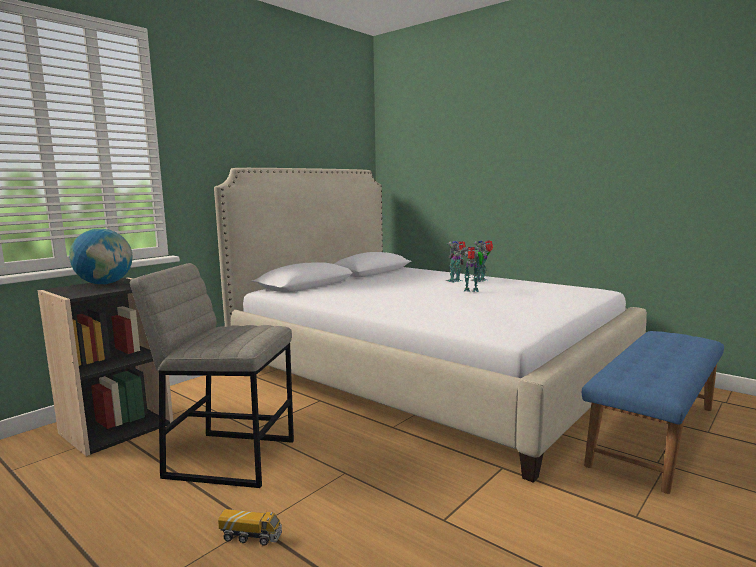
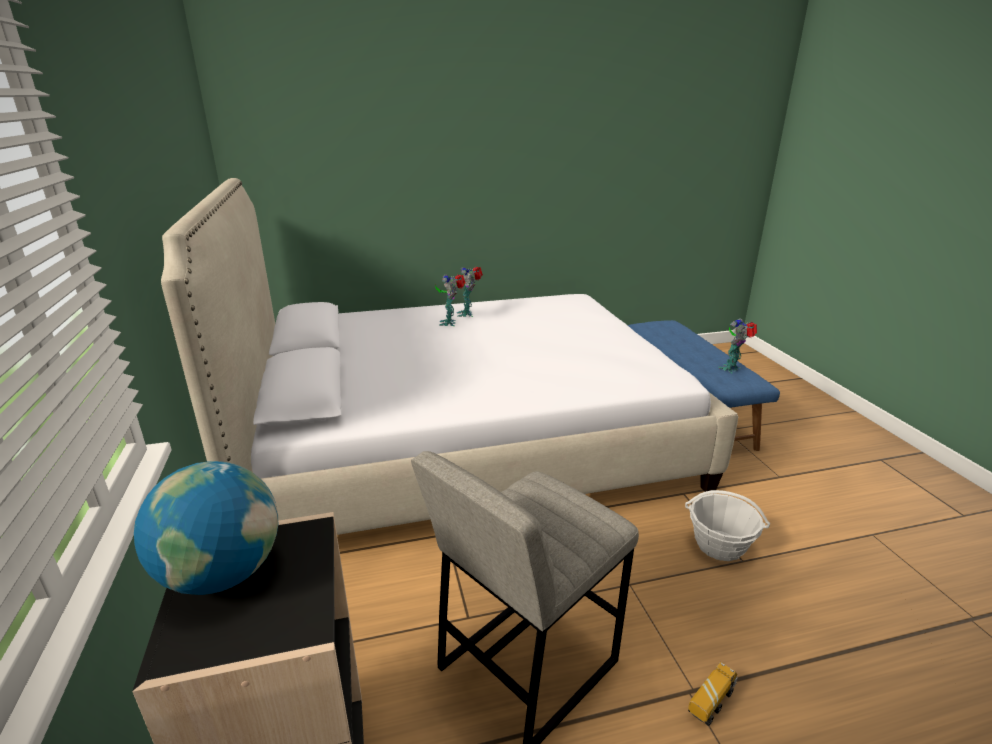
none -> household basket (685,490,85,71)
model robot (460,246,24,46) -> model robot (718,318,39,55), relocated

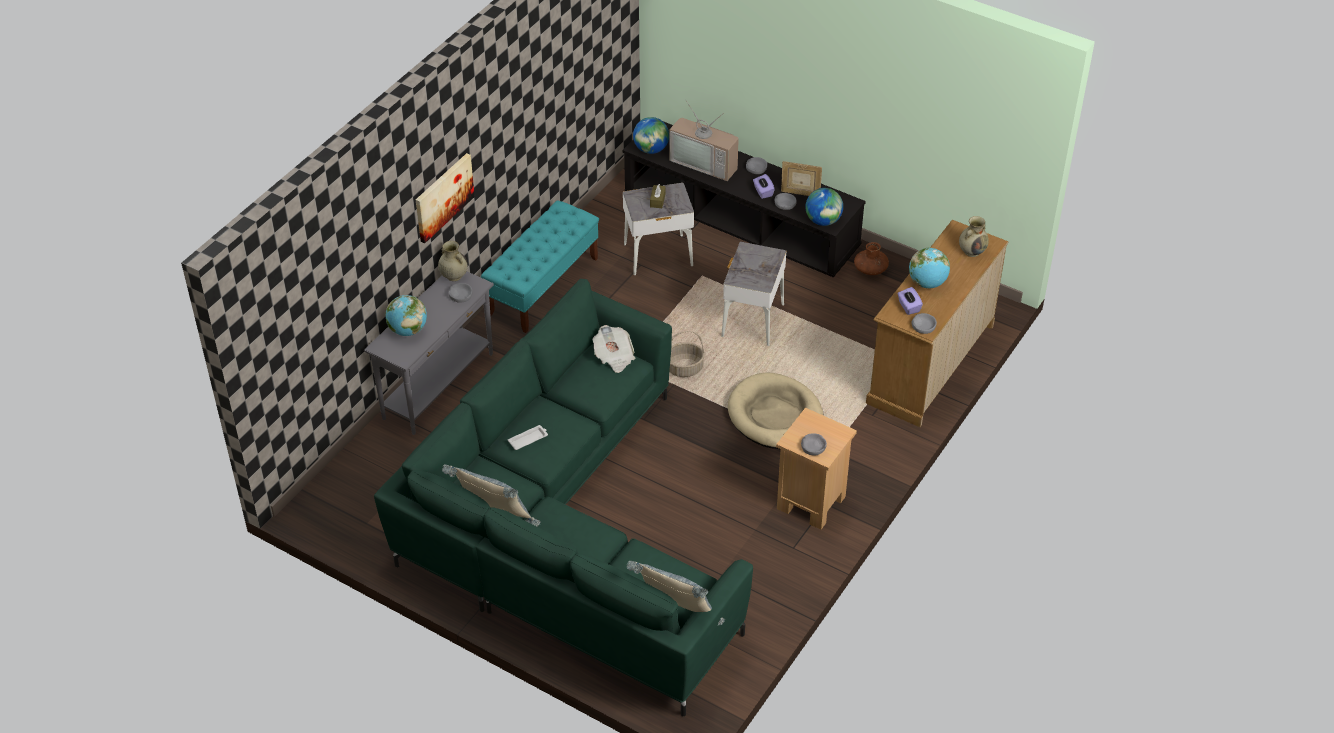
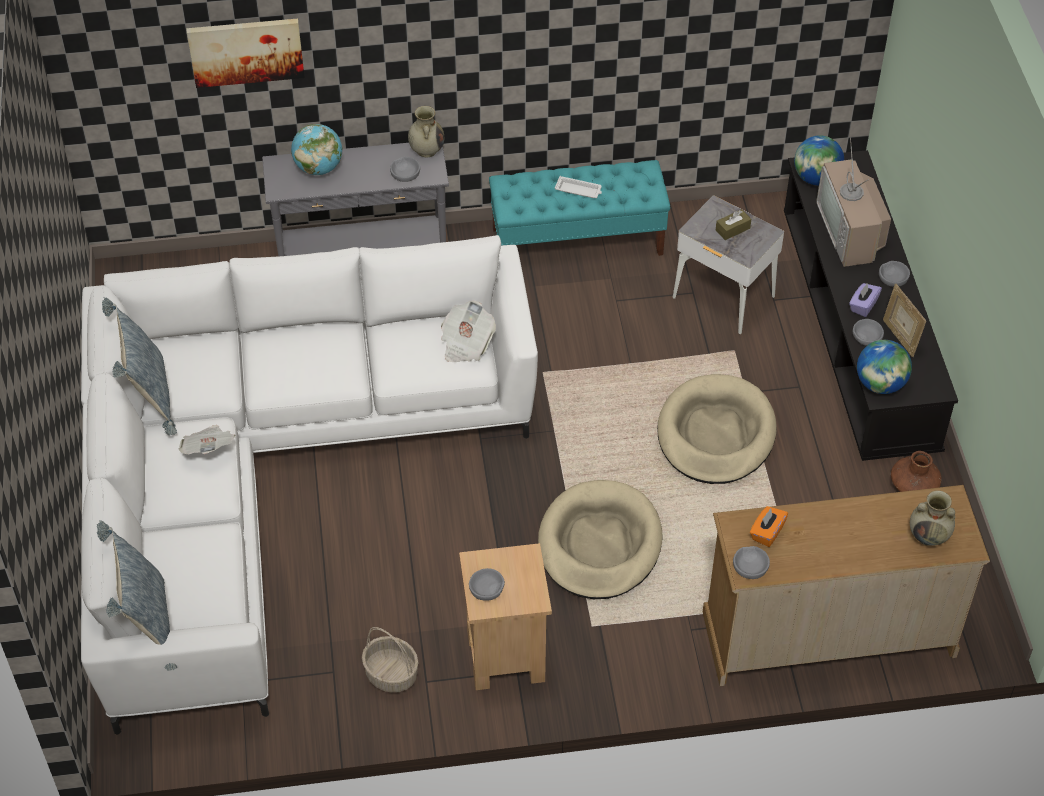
desk globe (909,248,41,40) -> none
none -> printed paper (178,425,58,29)
wall art (416,153,59,90) -> wall art (186,19,119,69), relocated
whitish carrying tray (508,425,40,25) -> whitish carrying tray (555,176,47,22), relocated
household basket (669,331,36,46) -> household basket (362,627,57,66), relocated
accent table (721,242,65,104) -> beige-coloured pet bed (657,374,120,110)
green-coloured settee (374,279,379,437) -> whitish settee (81,235,457,499)
purplish box of tissues (897,287,26,28) -> orange box of tissues (750,506,38,41)

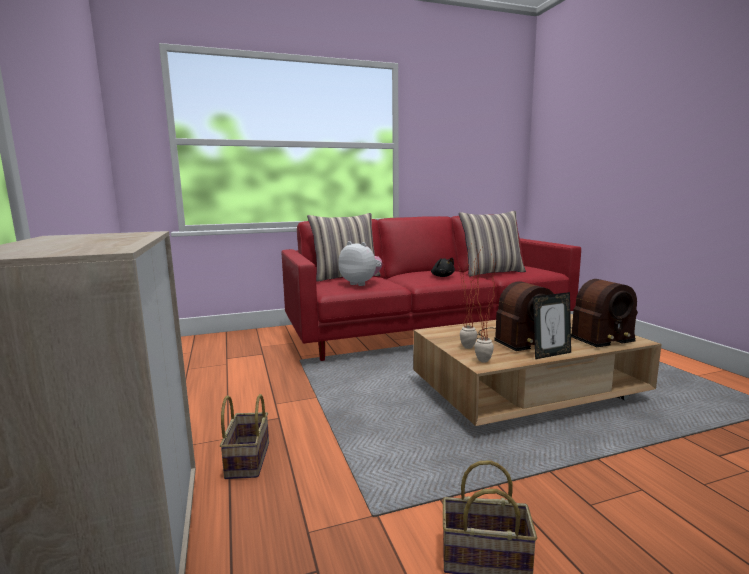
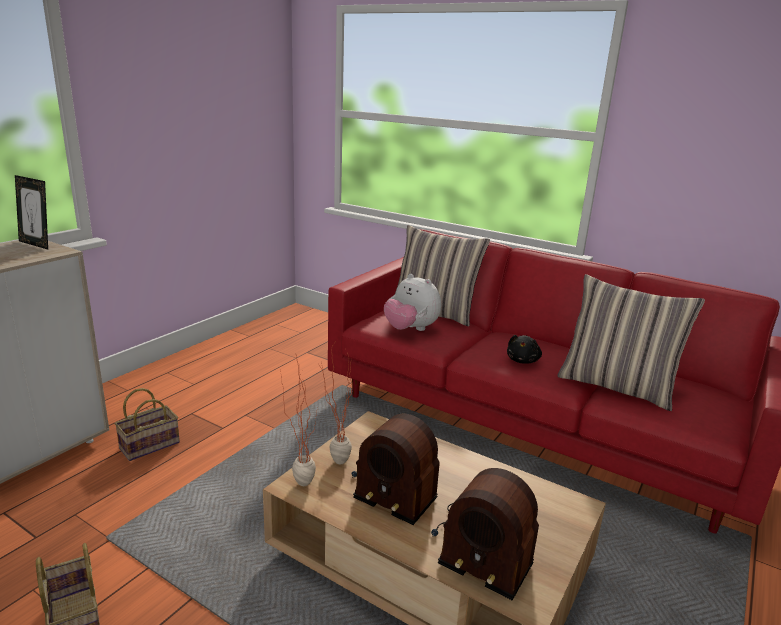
picture frame (533,292,38,67) -> picture frame (15,175,33,74), relocated
soft toy (338,241,44,45) -> soft toy (384,274,57,57), 135 degrees clockwise

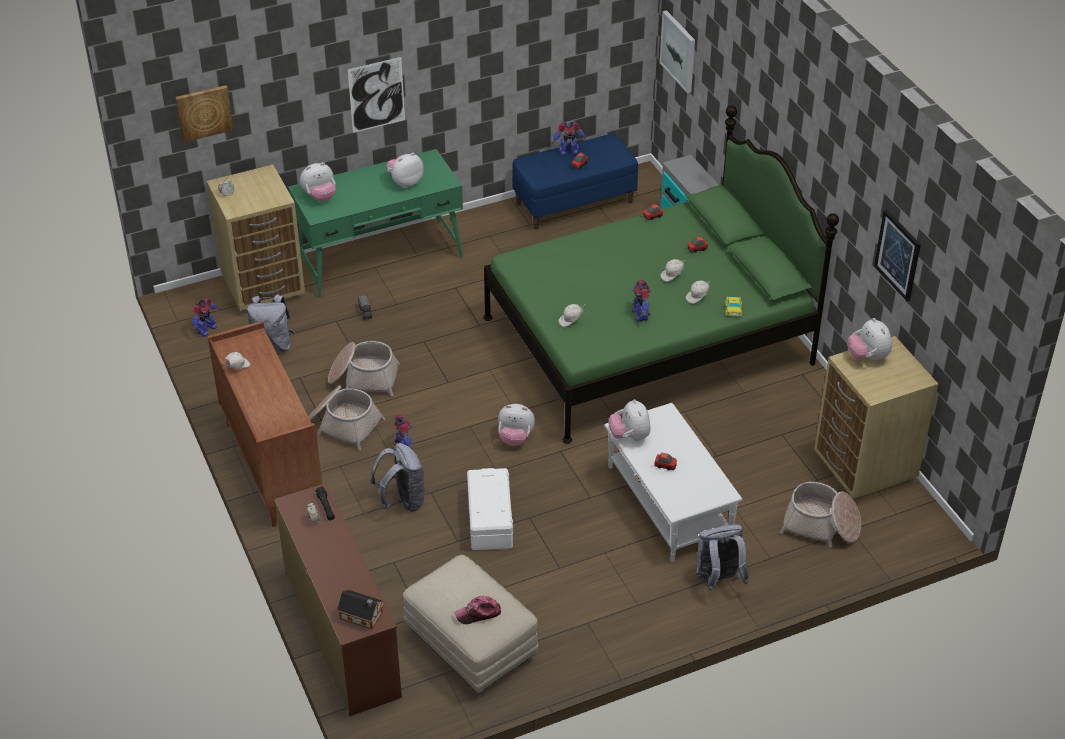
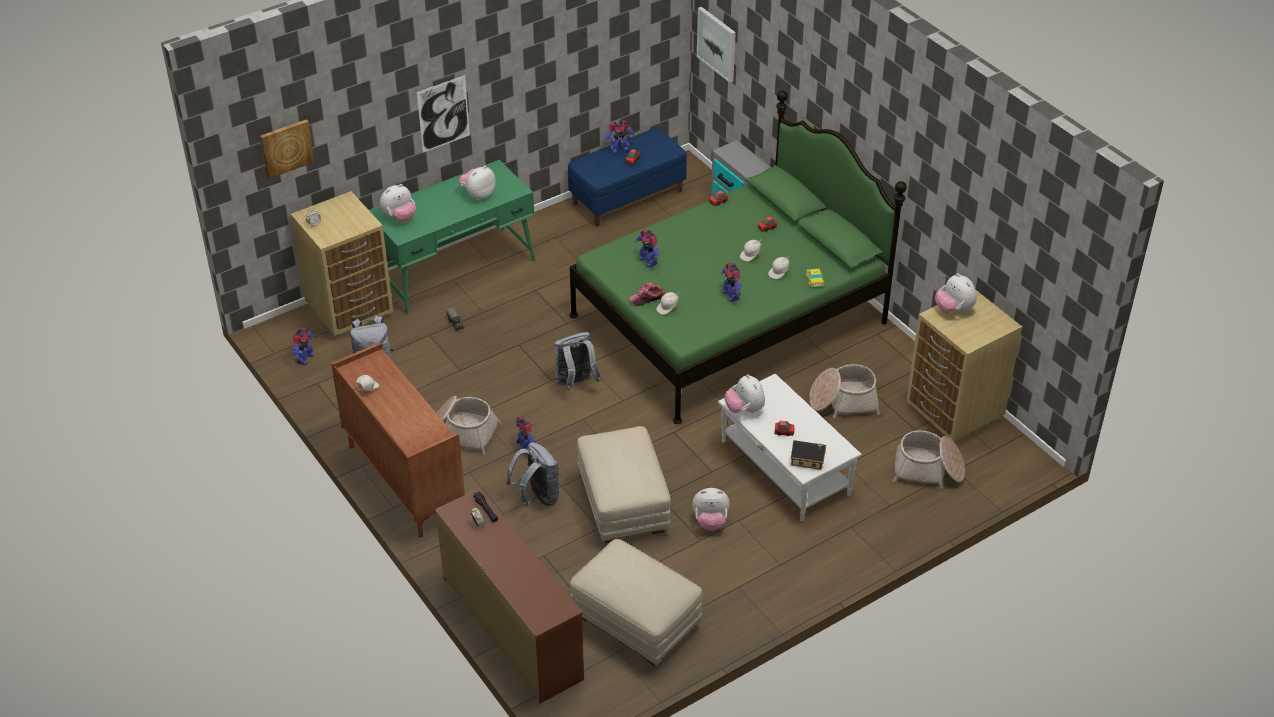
wall art (874,209,47,92) -> none
none -> model robot (635,229,24,39)
household basket (328,341,72,55) -> household basket (809,364,71,54), relocated
toy house (337,590,47,39) -> toy house (791,440,35,30), relocated
baseball cap (455,596,46,28) -> baseball cap (629,283,36,23), relocated
soft toy (498,404,37,42) -> soft toy (692,488,38,43), relocated
greyish backpack (696,525,53,66) -> greyish backpack (554,332,47,59), relocated
whitish storage bin (467,468,46,82) -> beige-coloured ottoman (577,426,94,117)

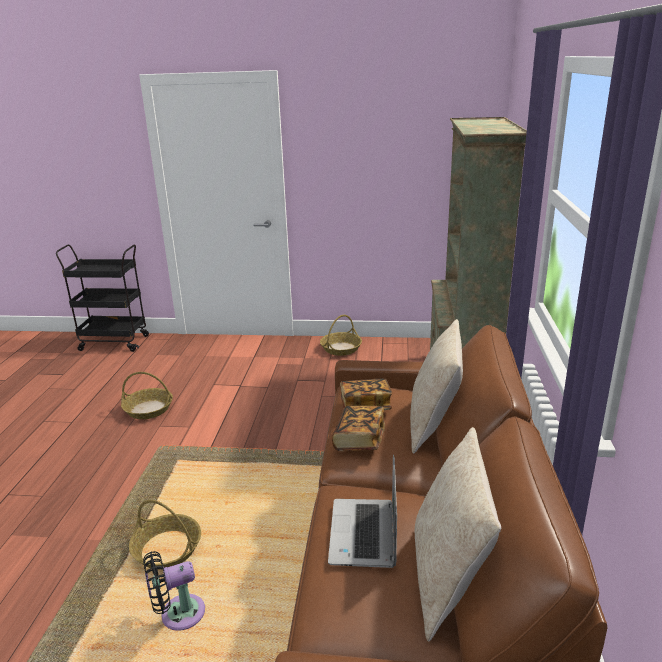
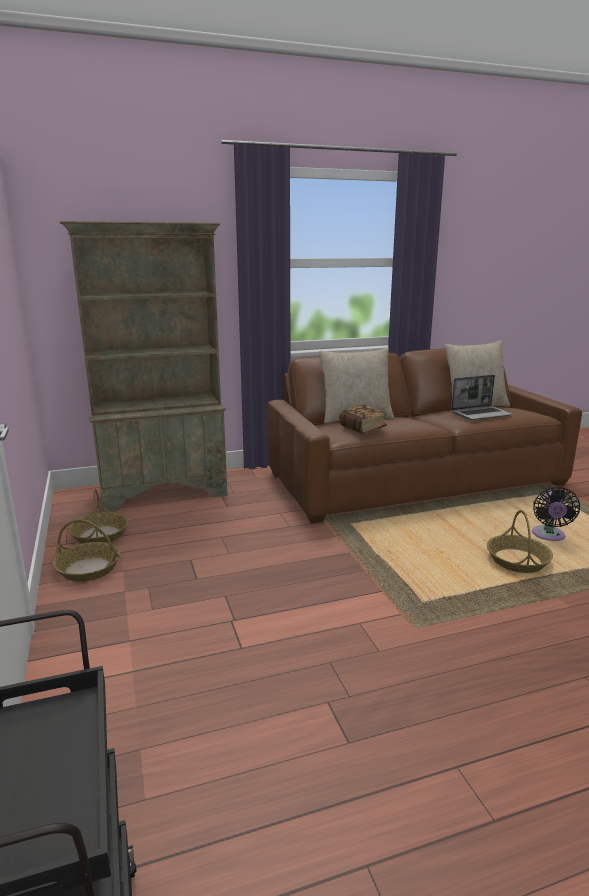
book (332,406,53,45) -> none
household basket (121,372,52,47) -> household basket (68,488,60,56), relocated
black-coloured fan (143,551,62,80) -> black-coloured fan (532,487,48,54), 60 degrees clockwise

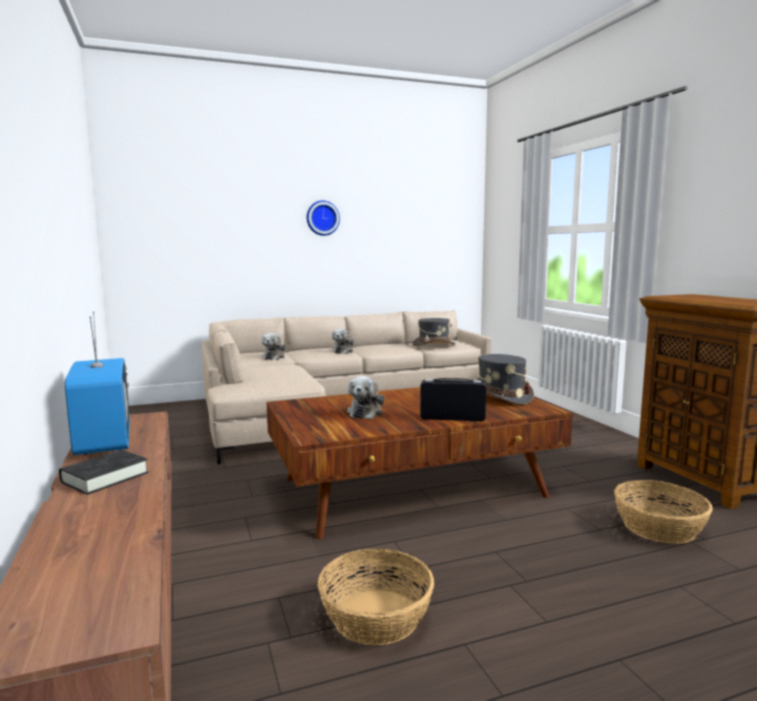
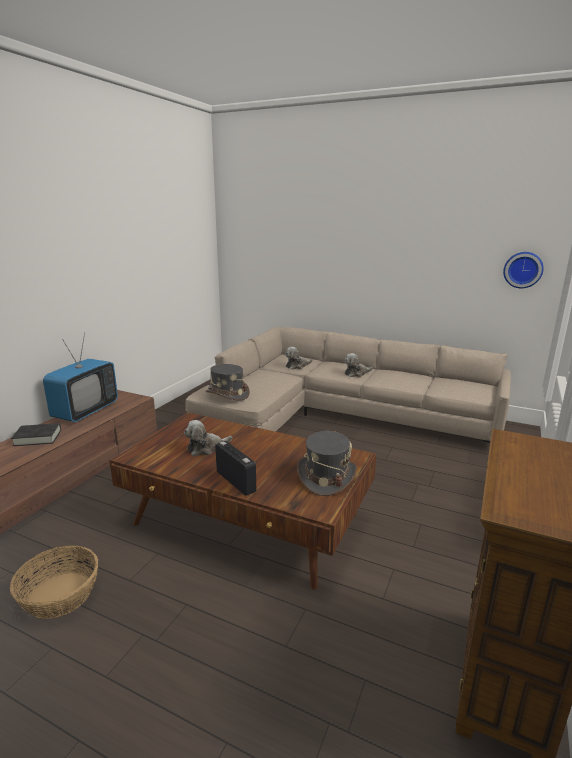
household basket (614,480,99,64) -> none
hanging clock (307,201,33,35) -> hanging clock (503,252,41,36), relocated
greyish clothing hat (412,318,43,28) -> greyish clothing hat (206,364,44,37), relocated

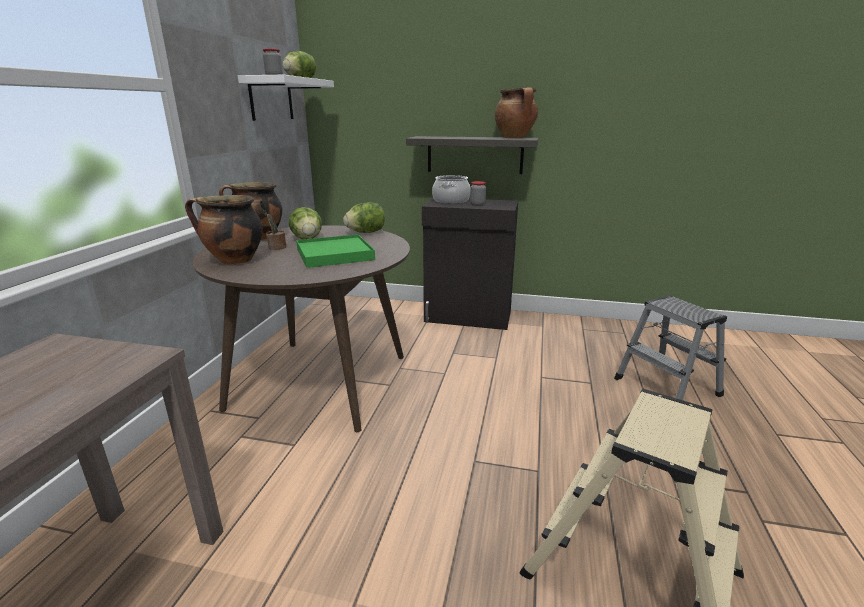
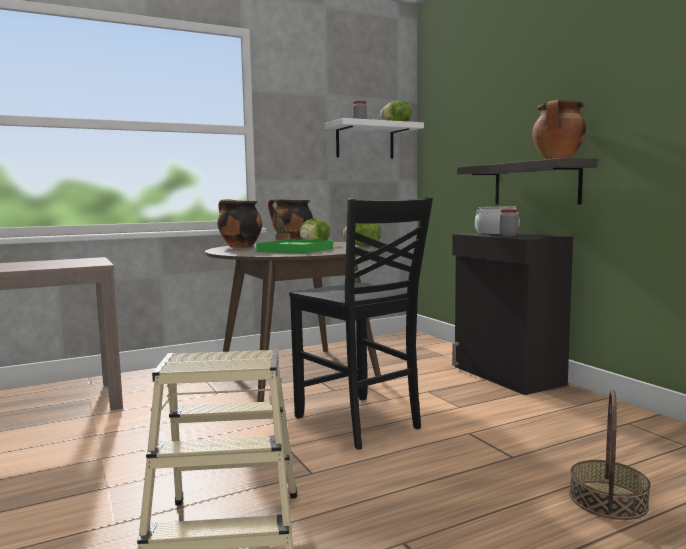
none -> black-coloured plain chair (289,197,144,253)
greyish stepladder (614,295,113,105) -> household basket (569,389,82,131)

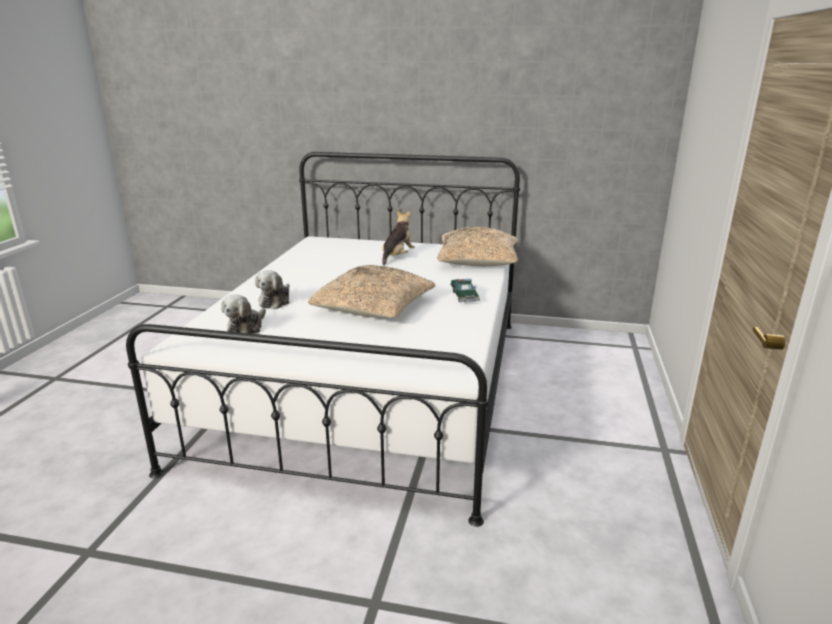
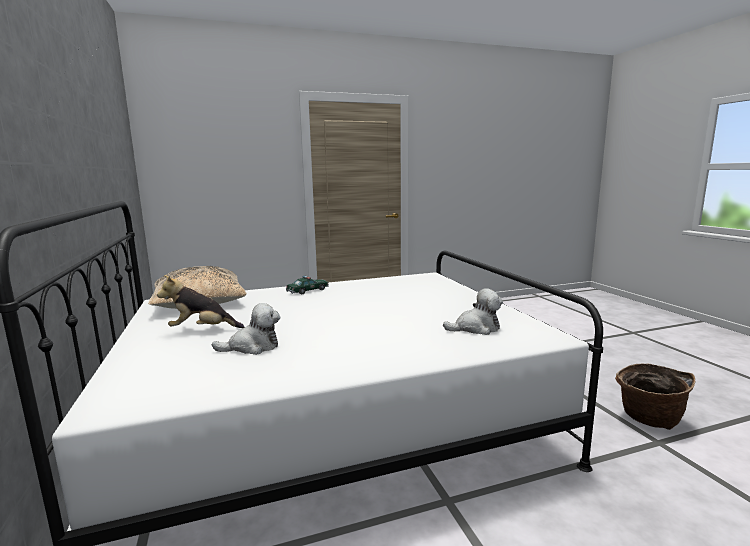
beige-coloured cushion (308,265,127,53) -> none
none -> household basket (615,363,80,67)
soft toy (255,270,34,39) -> soft toy (212,303,68,52), relocated

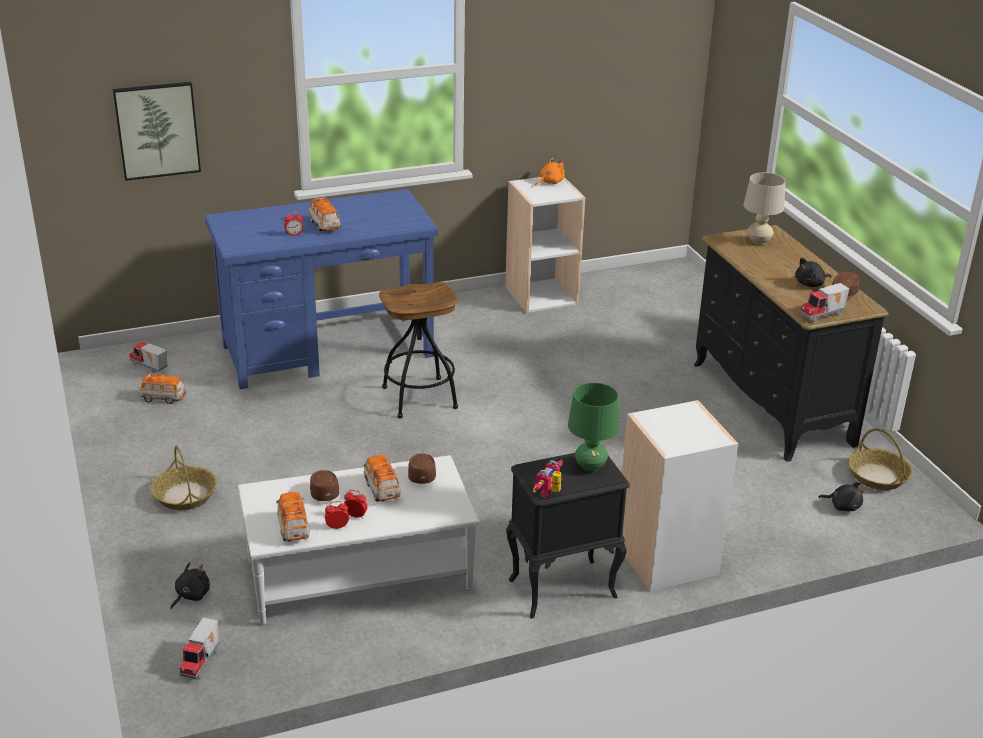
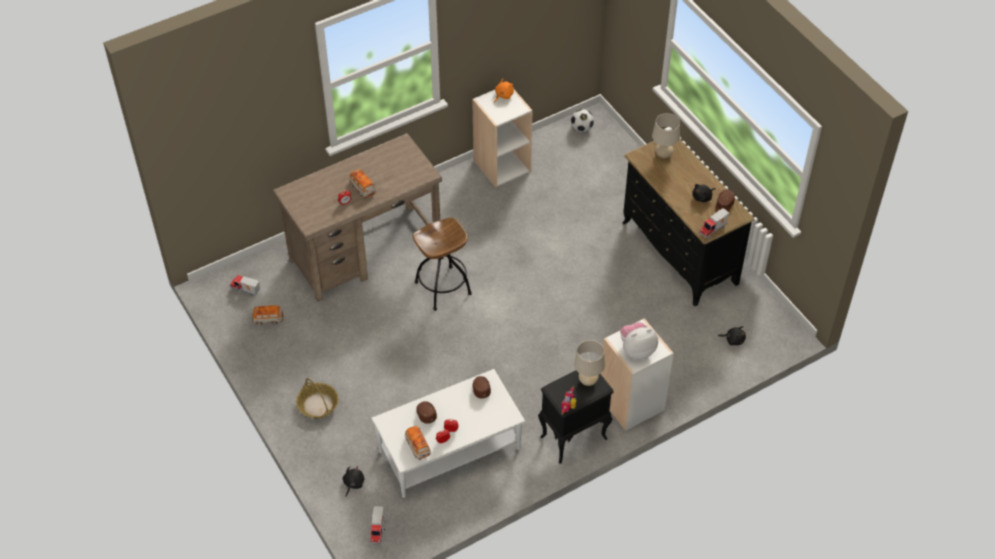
wall art (113,82,88,99) -> none
miniature car (363,455,38,47) -> none
household basket (848,428,64,62) -> none
none -> football ball (571,109,23,23)
none -> soft toy (620,322,38,38)
blue desk table (205,189,233,200) -> brown desk table (273,133,169,168)
green-coloured table lamp (568,383,51,89) -> beige-coloured table lamp (574,340,31,46)

